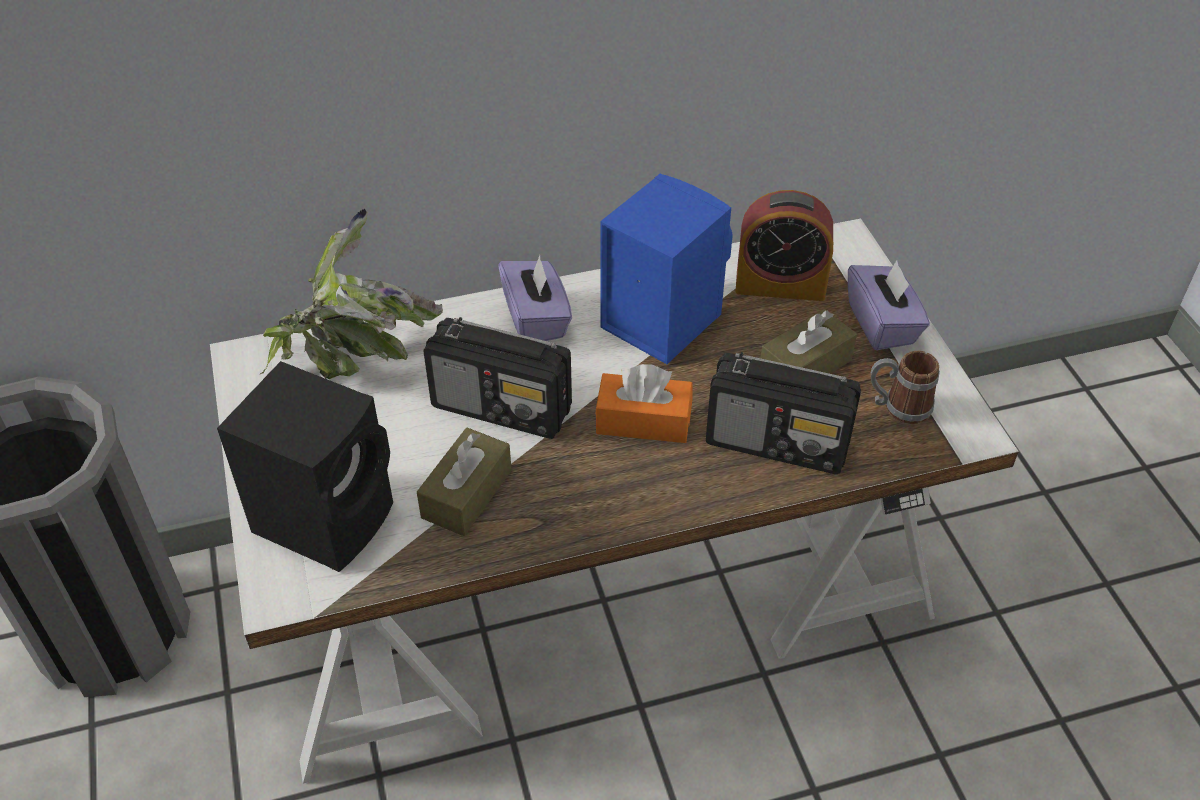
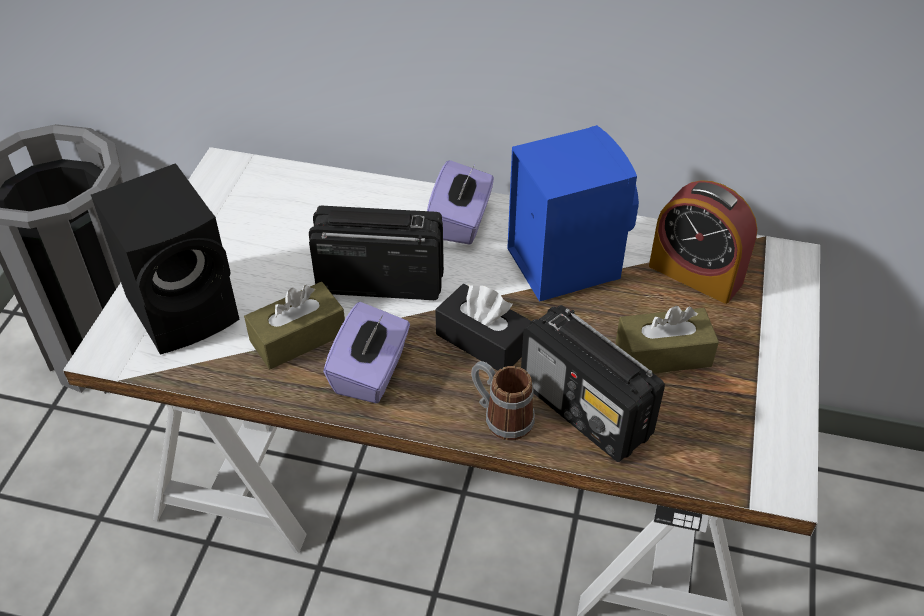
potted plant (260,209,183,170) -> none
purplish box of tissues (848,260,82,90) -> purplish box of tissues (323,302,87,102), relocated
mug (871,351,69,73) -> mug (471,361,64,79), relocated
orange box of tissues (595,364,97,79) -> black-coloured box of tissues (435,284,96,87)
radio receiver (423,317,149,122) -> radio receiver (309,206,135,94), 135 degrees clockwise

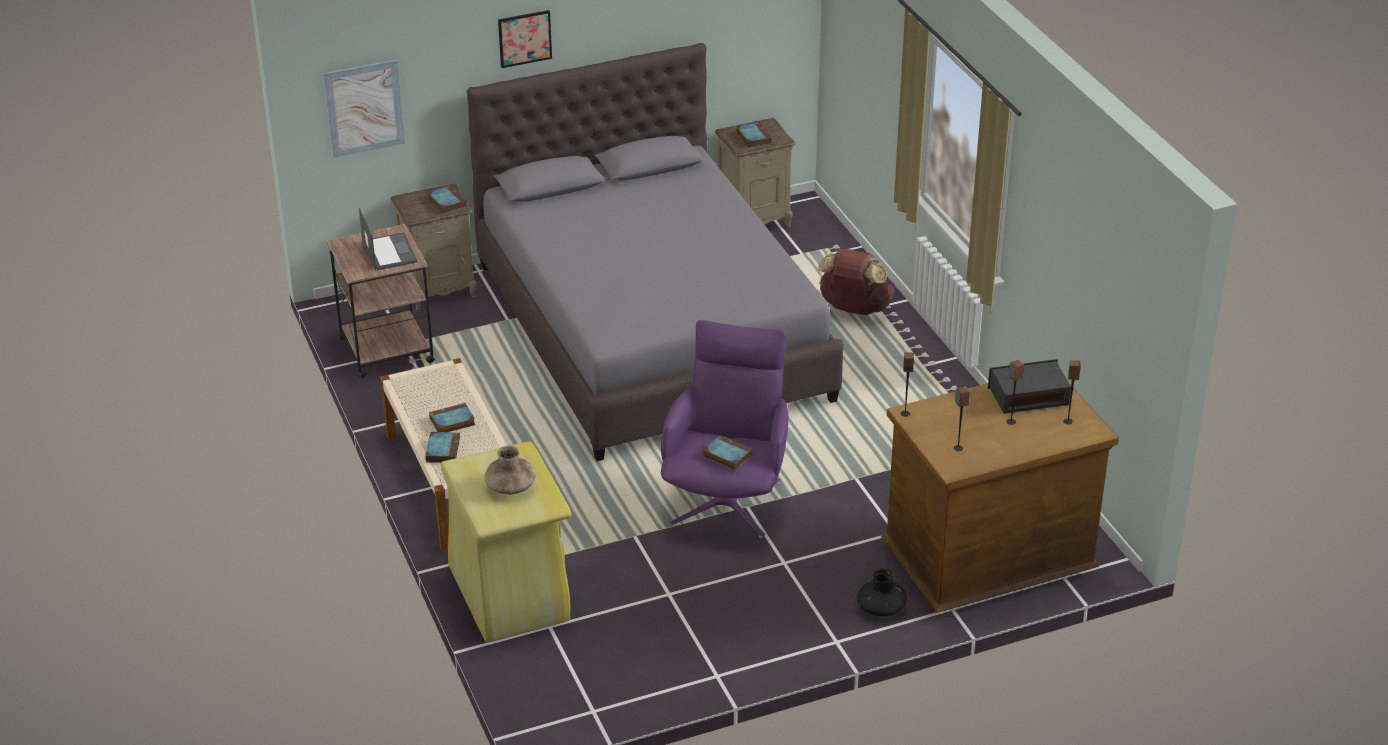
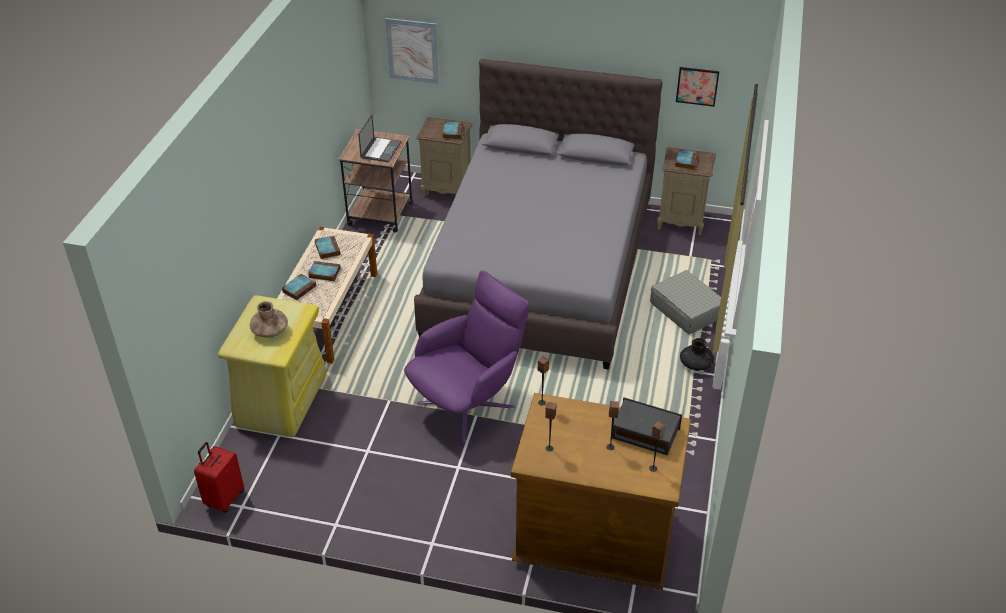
none -> red suitcase (194,442,50,71)
wall art (498,10,54,58) -> wall art (676,67,44,40), relocated
book (703,435,49,36) -> book (315,236,26,23), relocated
black-coloured decorative vase (857,568,50,48) -> black-coloured decorative vase (680,338,34,32), relocated
brown backpack (818,249,76,66) -> greyish suitcase (650,270,71,64)

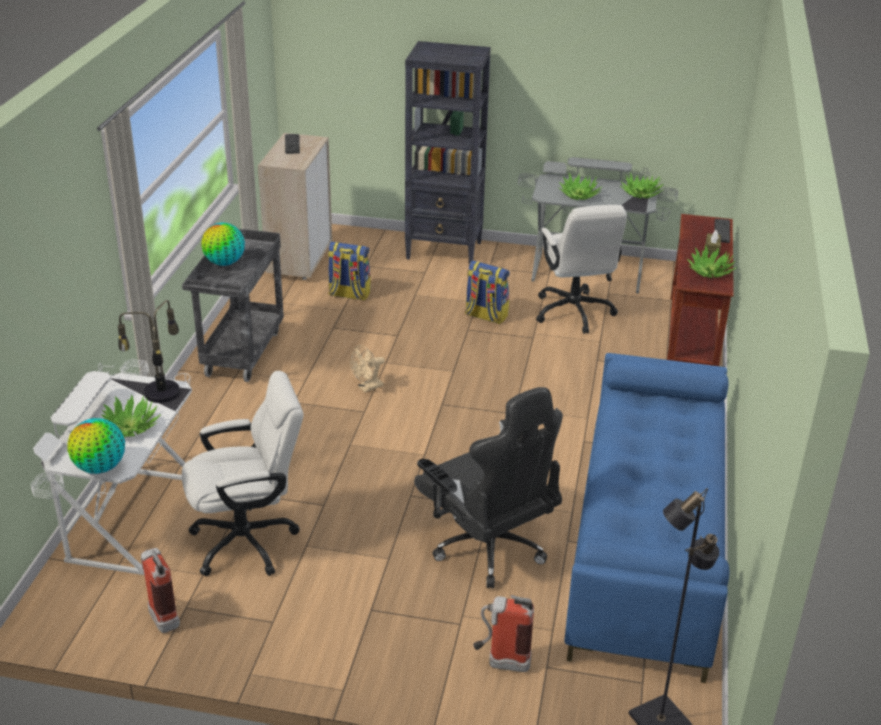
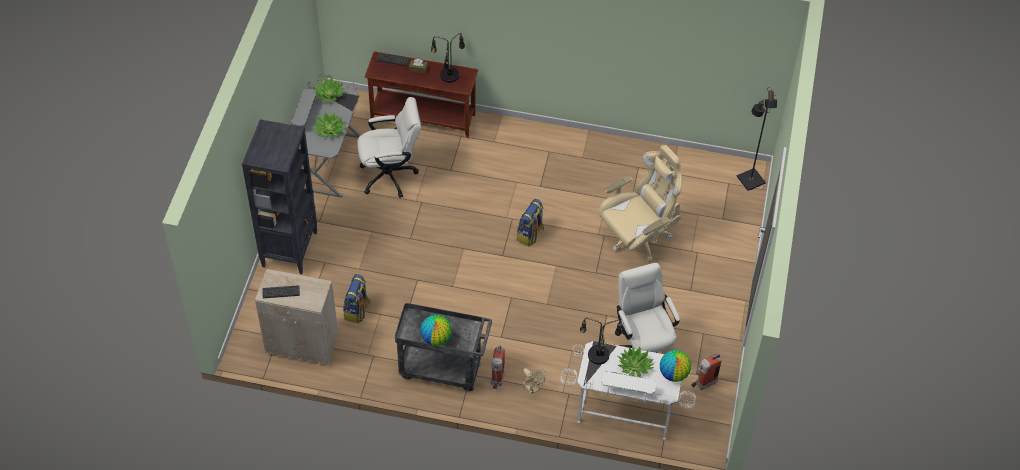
blue settee (564,353,165,330) -> none
beige-coloured fan (350,345,35,48) -> beige-coloured fan (522,368,24,26), relocated
backpack (465,260,45,64) -> backpack (517,199,27,48), relocated
fire extinguisher (473,595,61,77) -> fire extinguisher (491,345,14,44), relocated
potted plant (687,245,50,33) -> table lamp (431,33,34,50)
black-coloured desk chair (414,387,149,201) -> beige-coloured desk chair (599,145,83,117)

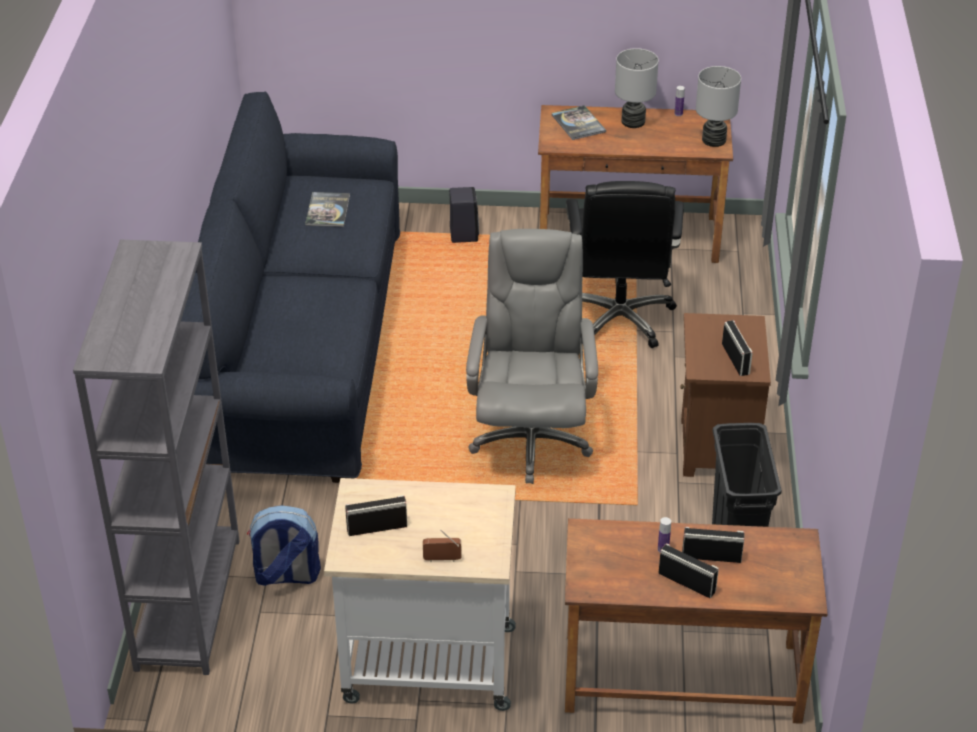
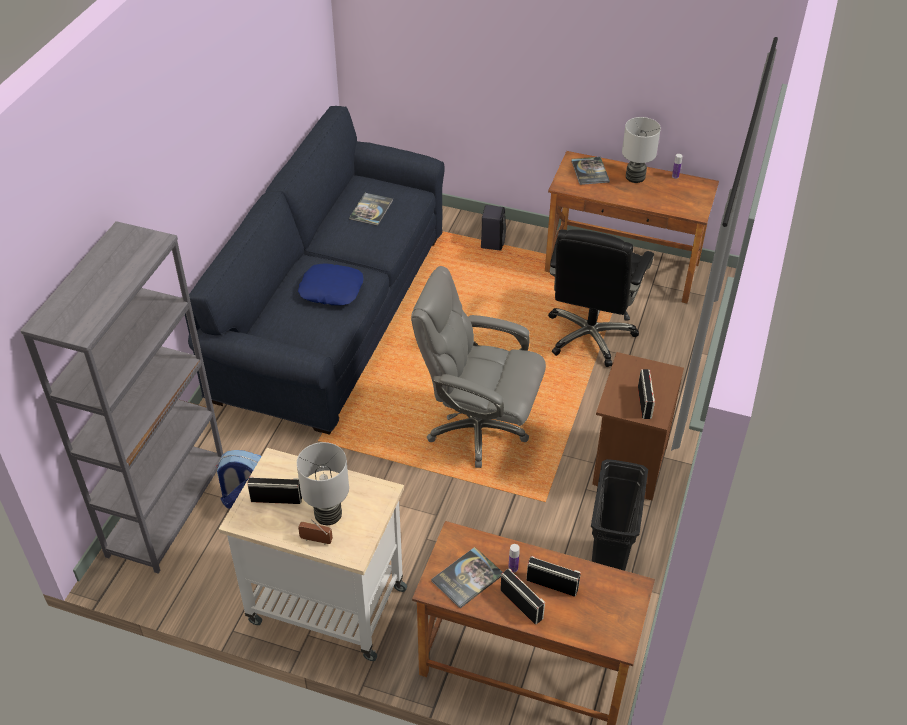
none -> blue cushion (298,263,65,42)
none -> book (431,547,72,61)
greyish table lamp (696,66,45,81) -> greyish table lamp (297,442,52,83), relocated
greyish desk chair (466,229,132,255) -> greyish desk chair (411,266,135,202), 90 degrees counterclockwise

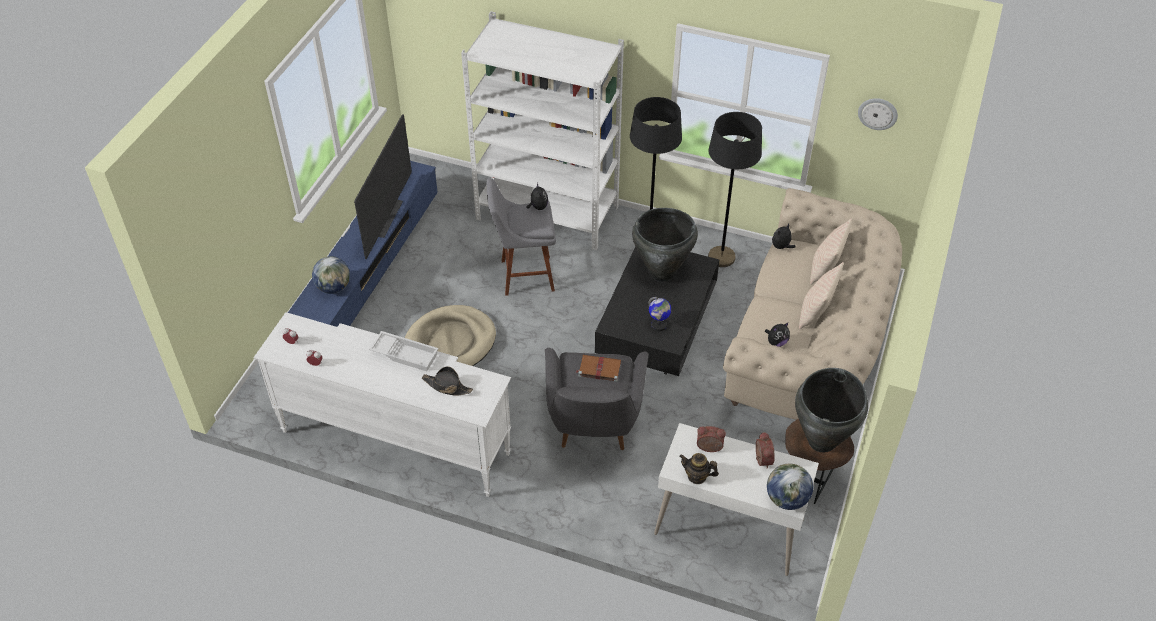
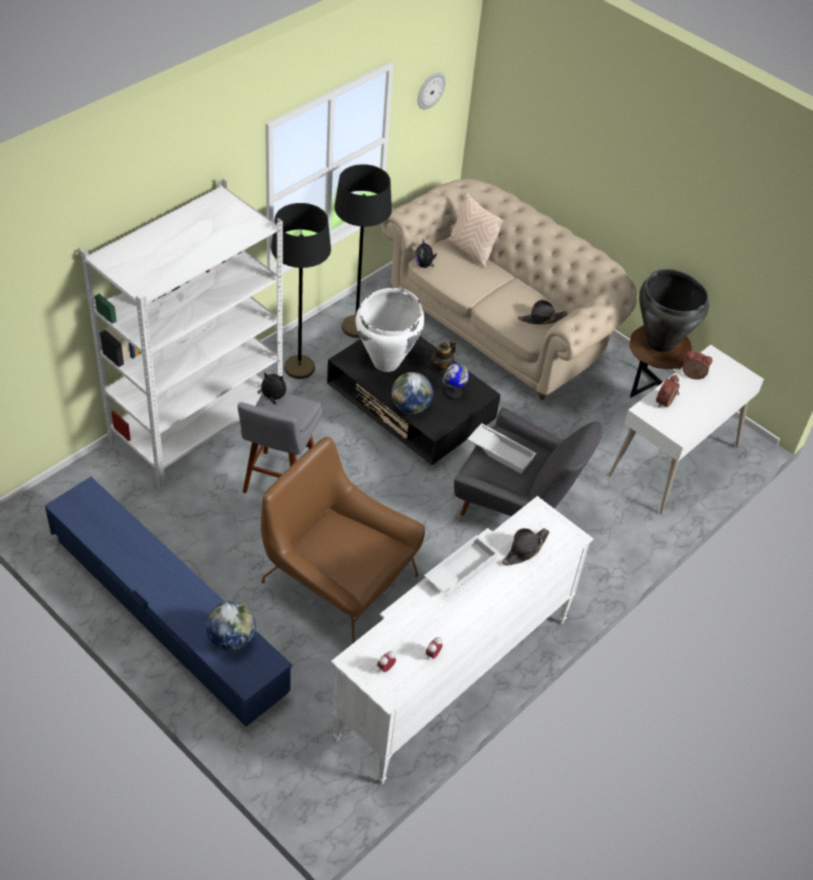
TV (354,114,58,145) -> none
beige-coloured cushion (799,262,45,67) -> none
pot for tea (679,453,40,31) -> pot for tea (431,340,25,33), relocated
desk globe (767,463,46,47) -> desk globe (391,372,42,42), relocated
beige-coloured pet bed (405,305,91,61) -> brown armchair (261,437,164,208)
brown book (576,355,45,27) -> whitish carrying tray (467,423,70,51)
soft toy (765,322,25,25) -> black-coloured clothing hat (518,300,50,24)
black-coloured decorative vase (632,208,66,74) -> whitish decorative vase (355,288,69,84)

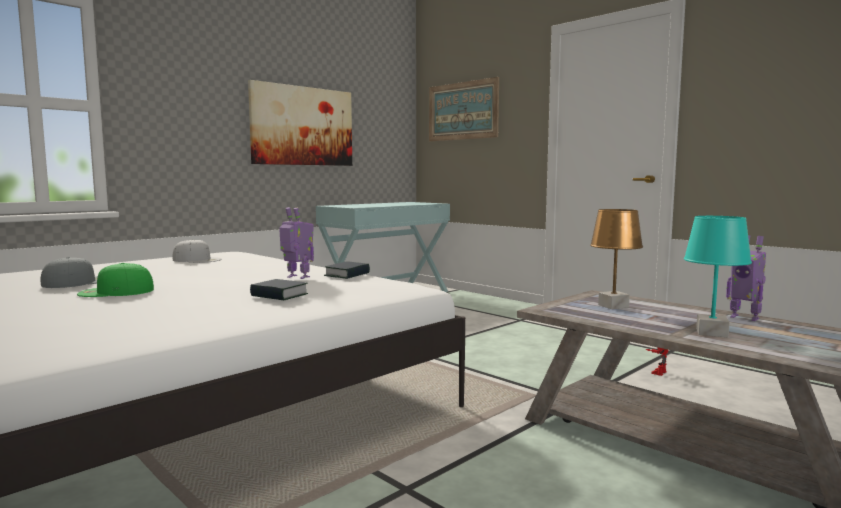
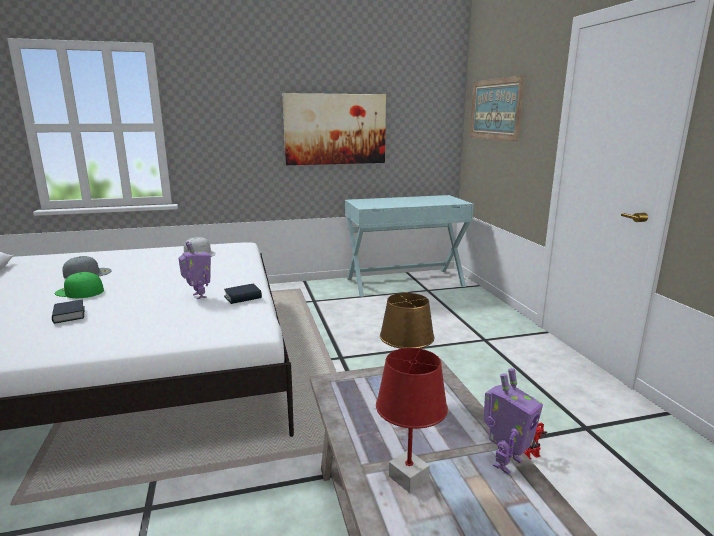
book (250,279,58,21) -> book (52,300,33,24), relocated
turquoise-coloured table lamp (684,216,68,121) -> red table lamp (376,348,72,145)
model robot (726,235,40,86) -> model robot (483,368,60,107), 120 degrees counterclockwise

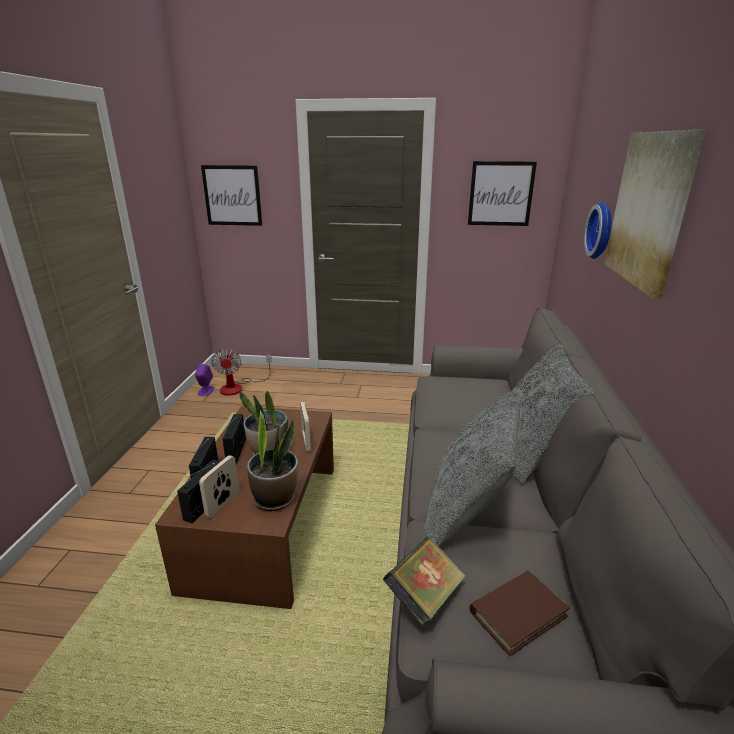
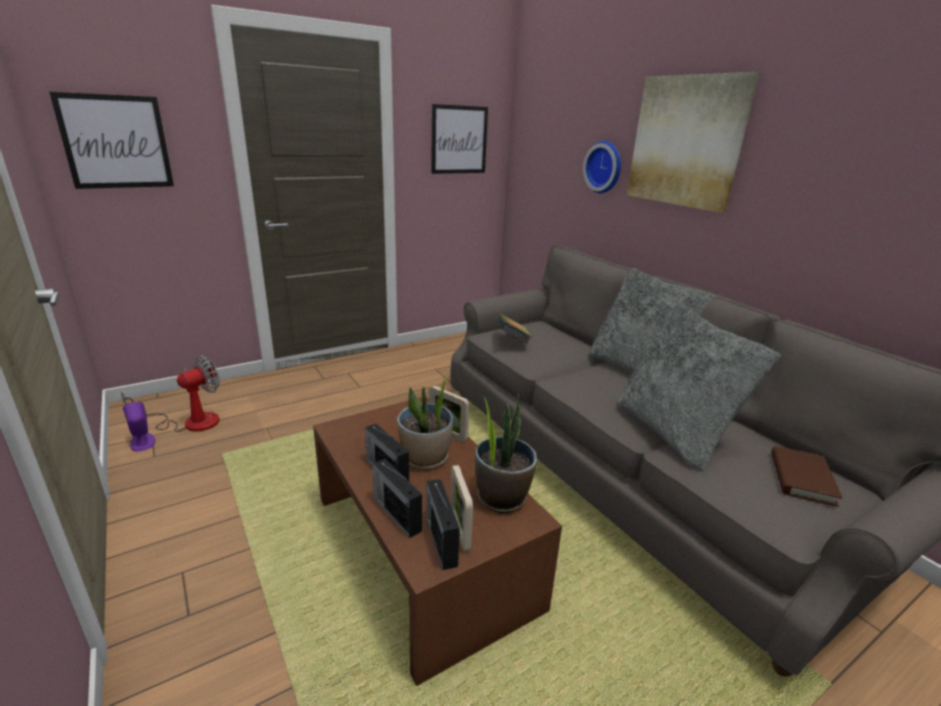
book (383,536,82,90) -> book (496,314,36,30), relocated
fan (211,349,61,47) -> fan (121,355,99,77), 90 degrees counterclockwise

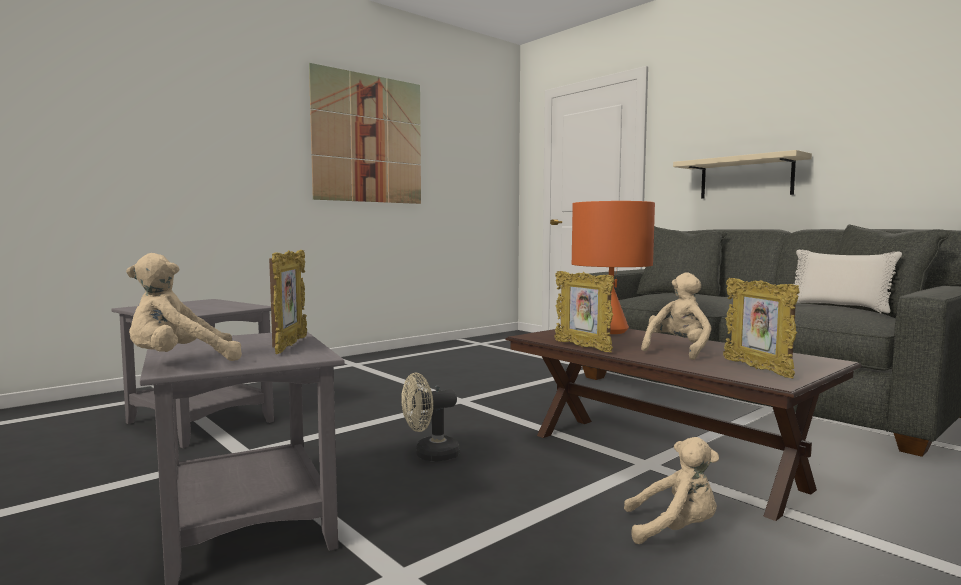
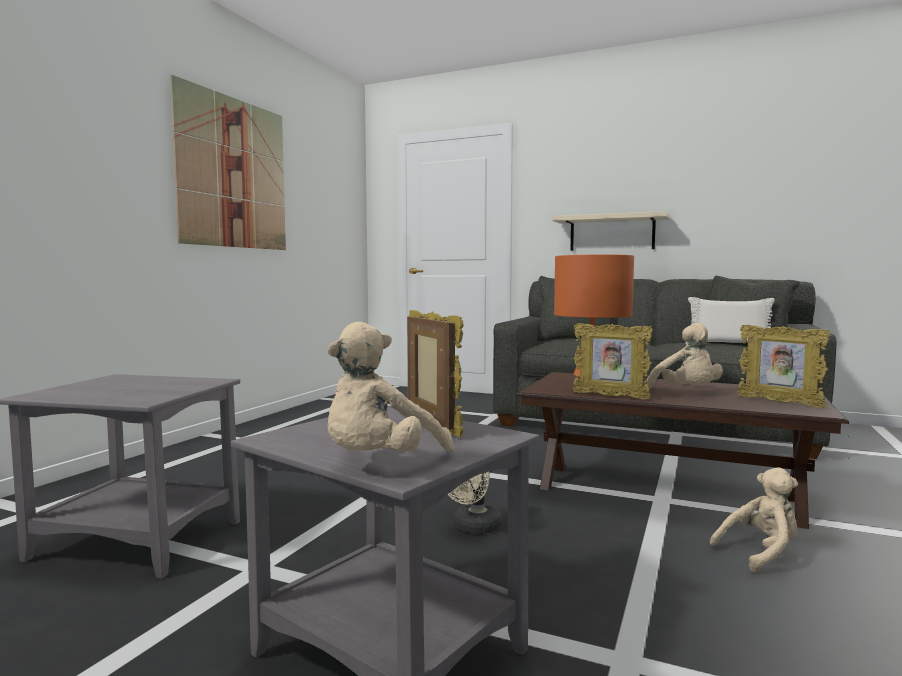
beige-coloured soft toy (641,272,71,88) -> beige-coloured soft toy (647,323,76,65), 150 degrees clockwise

